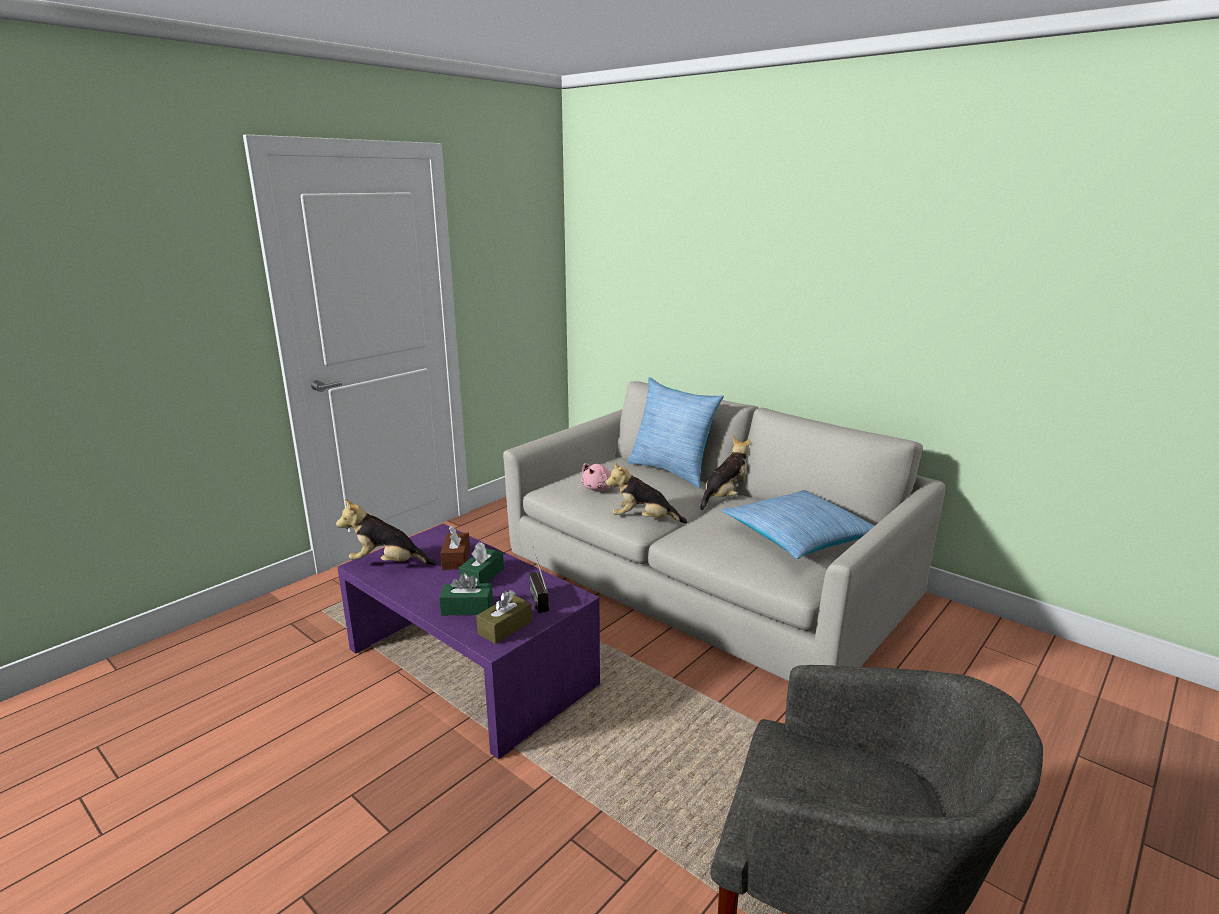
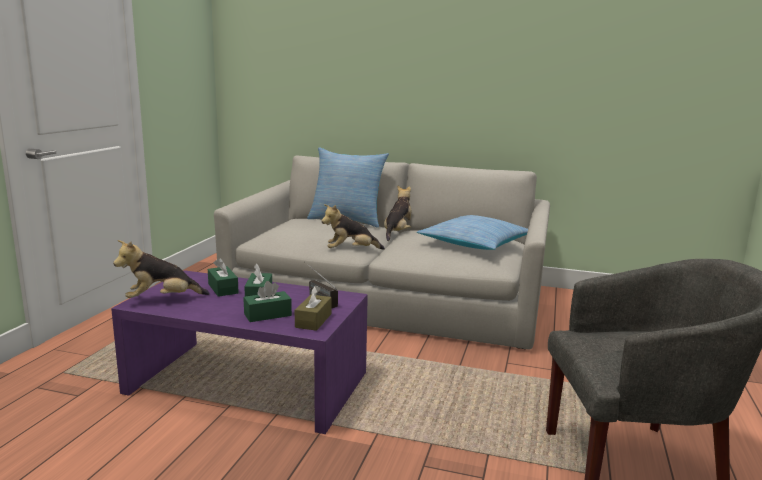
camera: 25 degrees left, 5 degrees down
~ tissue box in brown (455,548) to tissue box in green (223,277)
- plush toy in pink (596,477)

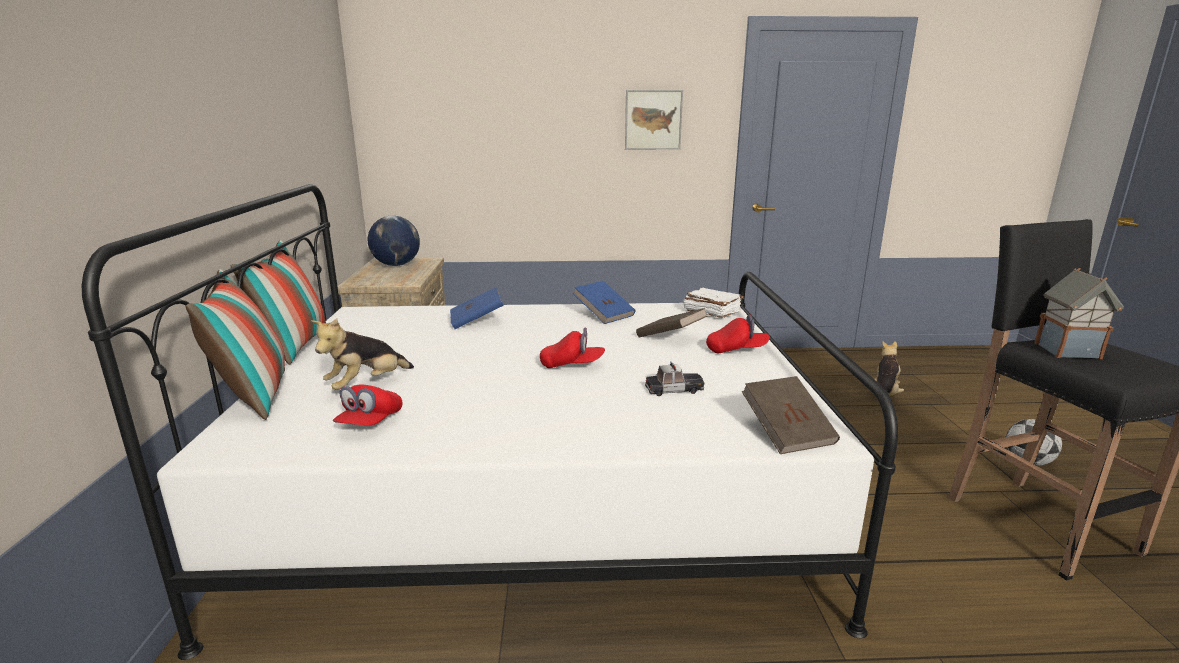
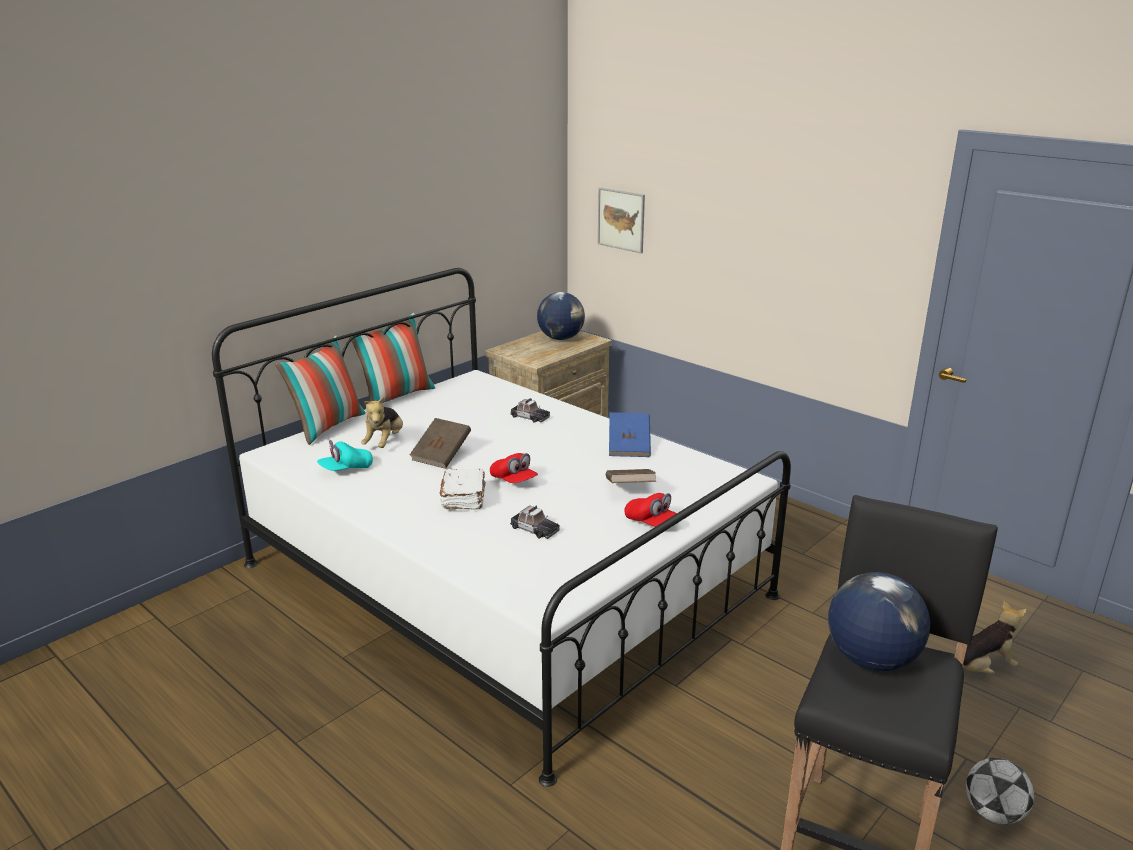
camera: 45 degrees right, 5 degrees up
~ cap in red (367,405) to cap in turquoise (345,455)
~ plush toy (362,354) = (382,422) 75 degrees counterclockwise
~ book in brown (791,415) to (440,443)
~ book in white (713,303) to (462,489)
~ book in blue (476,308) to toy car (530,410)
~ picture (654,120) to (621,220)
~ toy house (1079,313) to globe (879,621)

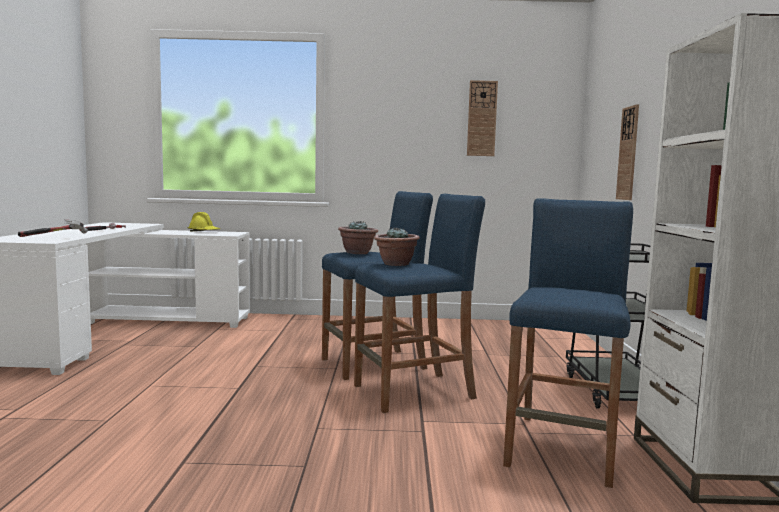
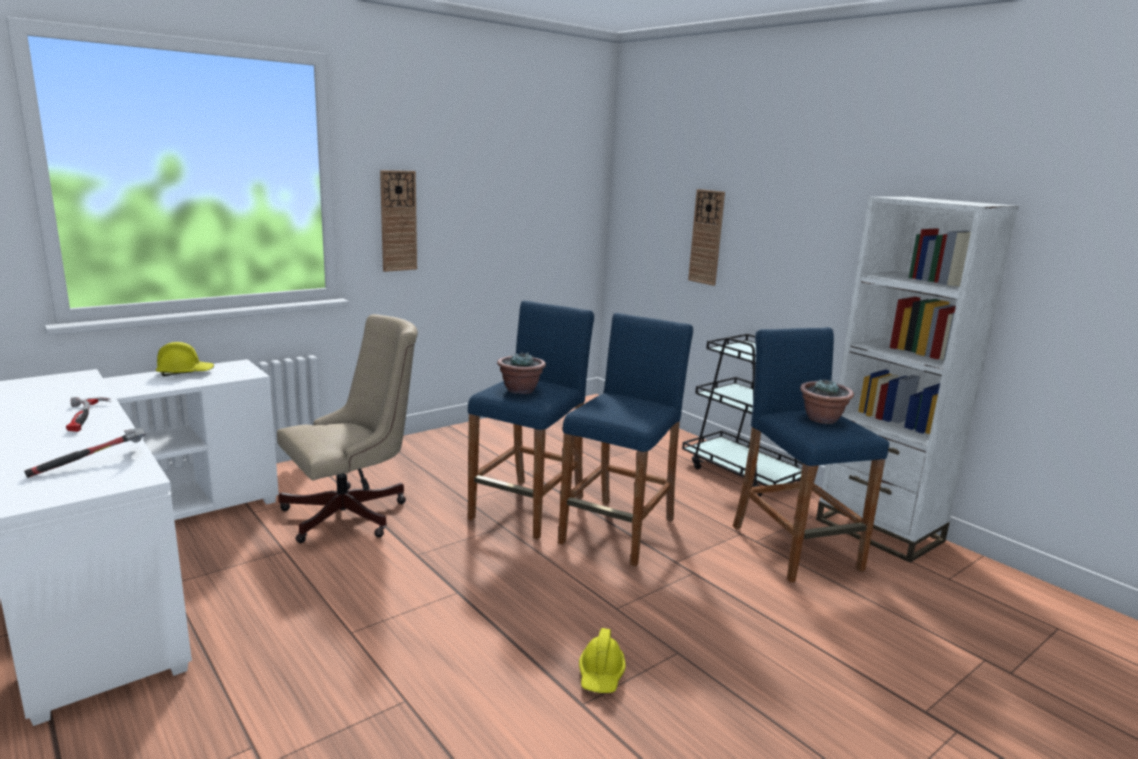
camera: 40 degrees left, 10 degrees up
+ office chair in beige (347,428)
~ wall clock (482,118) to (398,221)
+ hard hat in yellow (602,660)
~ potted plant (397,246) to (827,401)

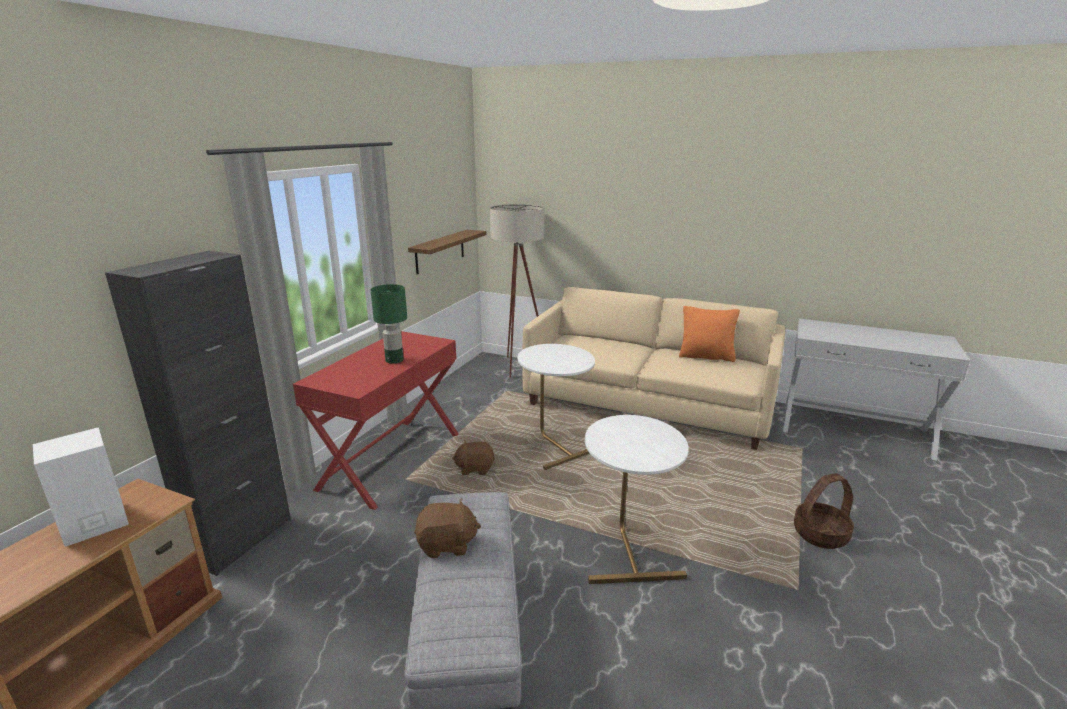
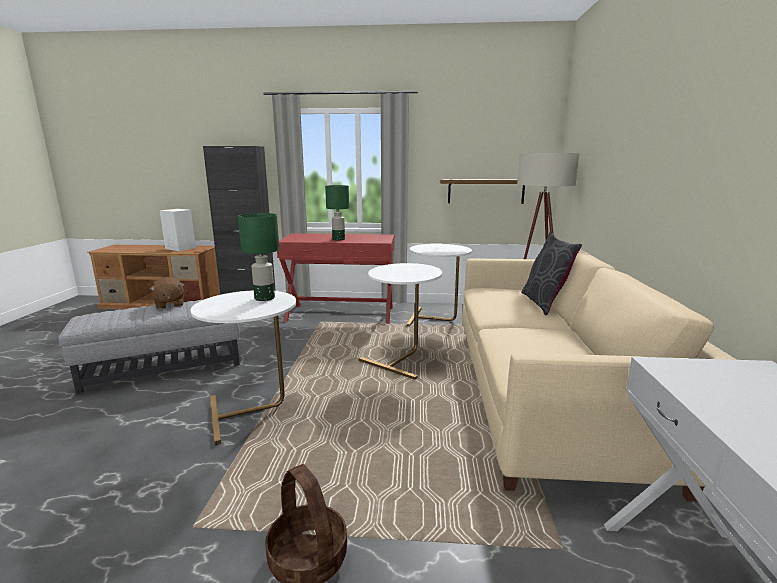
camera: 70 degrees right, 5 degrees down
+ table lamp in green (258,257)
+ side table in white (439,285)
+ pillow in grey (552,273)
- plush toy in brown (473,458)
- pillow in orange (709,334)

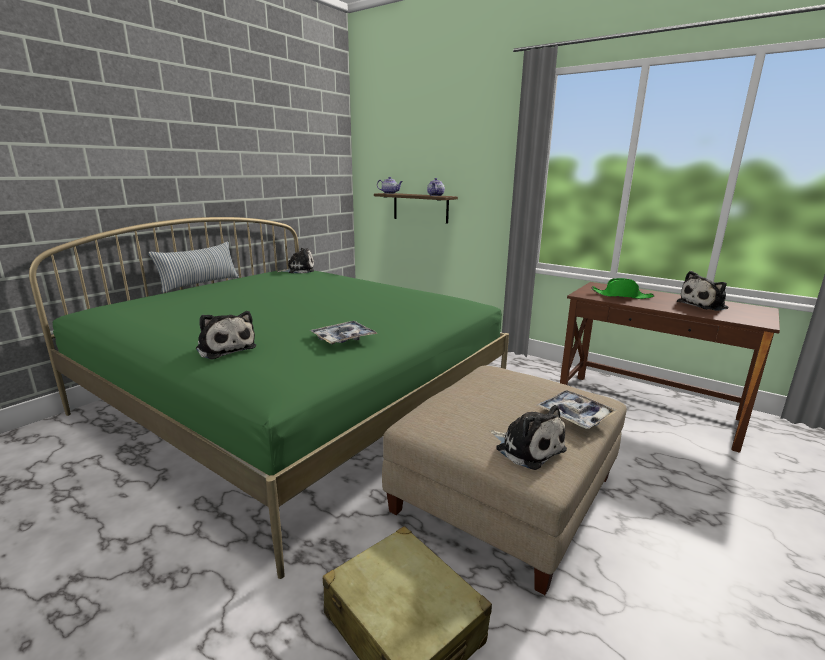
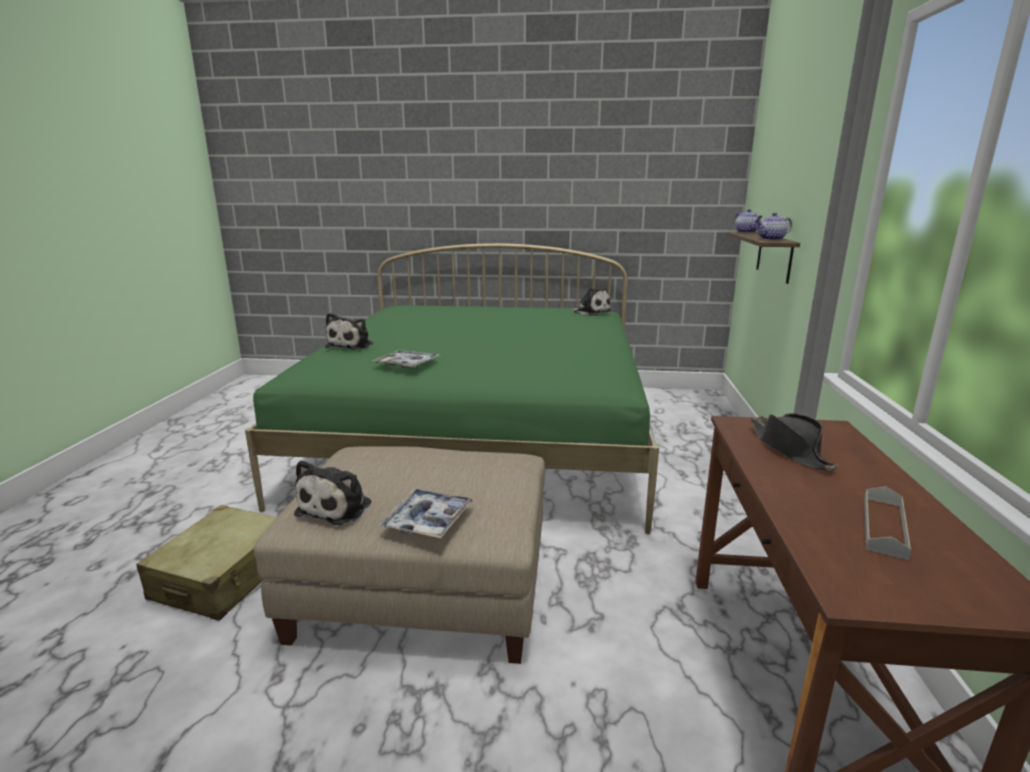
camera: 60 degrees right, 0 degrees up
~ hat in green (623,288) to hat in black (794,441)
~ plush toy (703,291) to tray in grey (887,523)
- pillow (194,267)

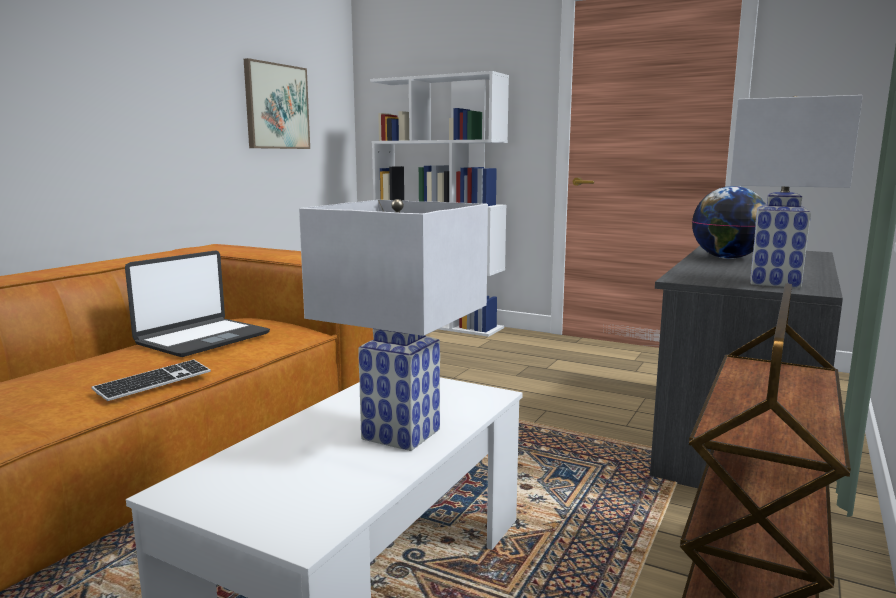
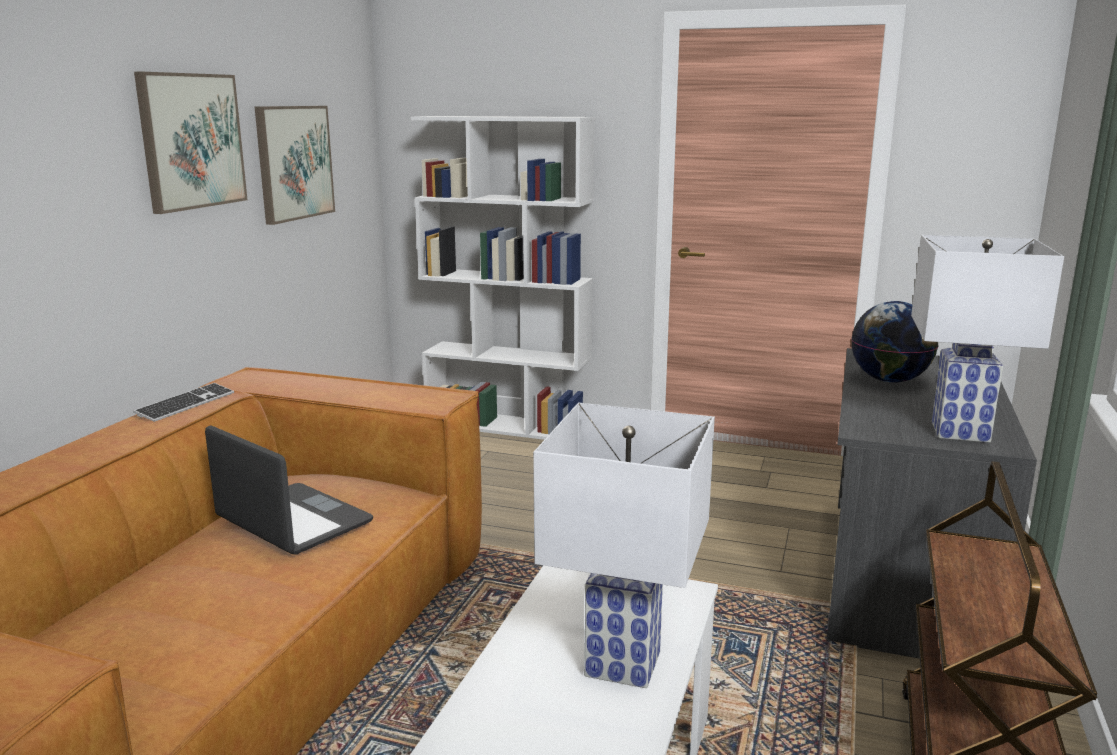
camera: 10 degrees left, 5 degrees up
~ keyboard (151,380) to (183,402)
+ picture (190,143)
~ laptop (197,303) = (289,490) 75 degrees counterclockwise

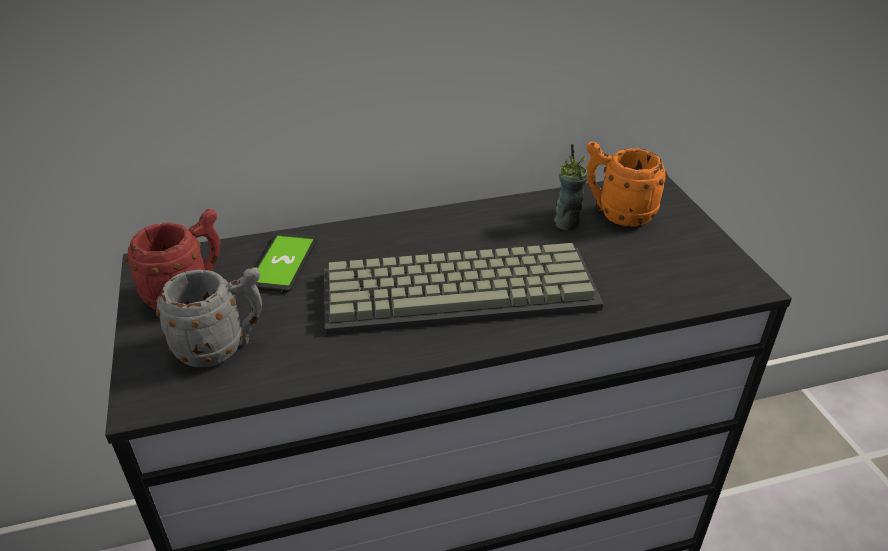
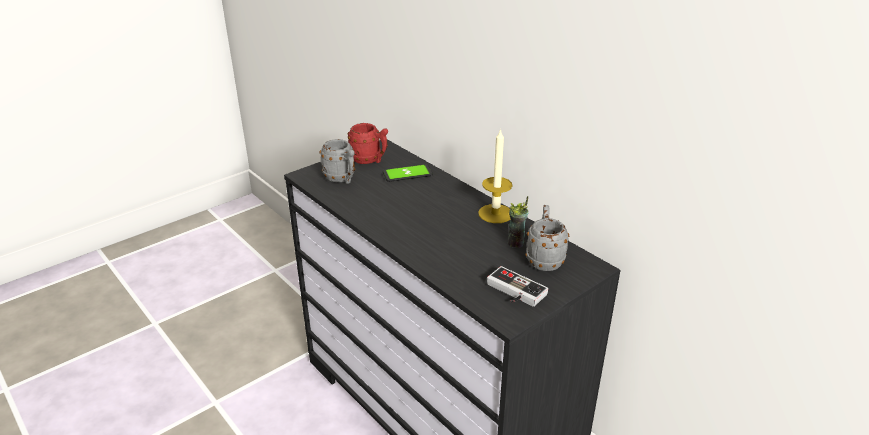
camera: 65 degrees right, 5 degrees down
+ candle (495,175)
+ game controller (517,286)
~ mug in orange (626,184) to mug in grey (547,238)
- keyboard (463,289)

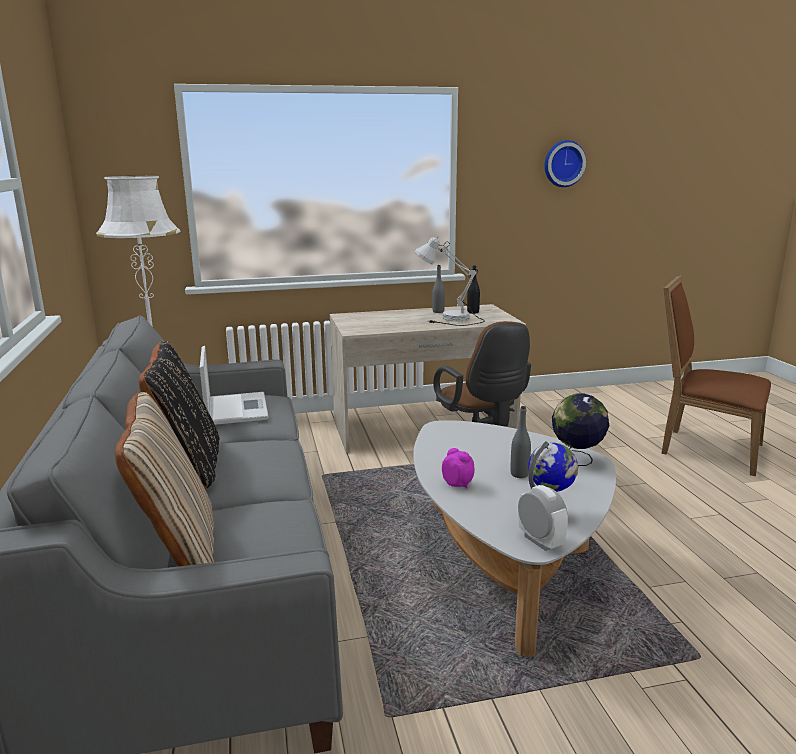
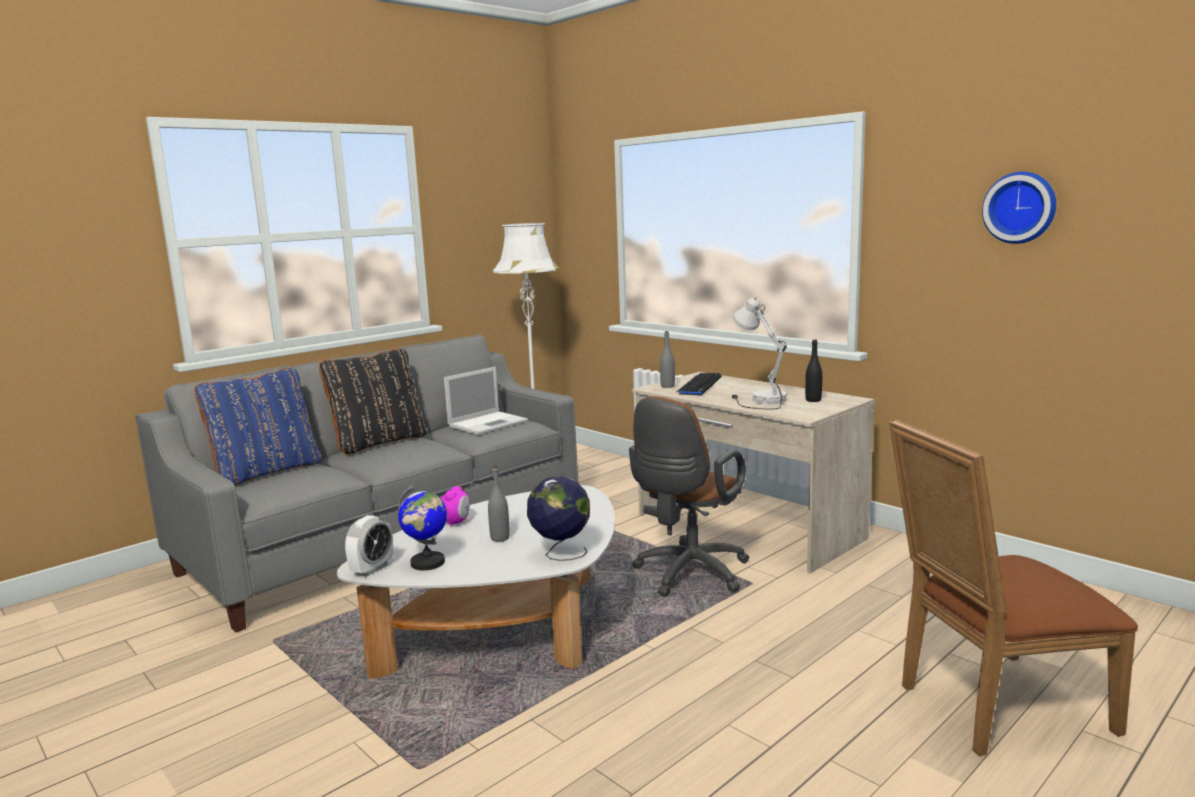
camera: 60 degrees right, 5 degrees down
~ pillow in beige (164,479) to pillow in blue (258,427)
~ bottle in grey (438,289) to (667,359)
+ keyboard (698,384)
~ chair in brown (716,376) = (1013,588) 105 degrees counterclockwise

